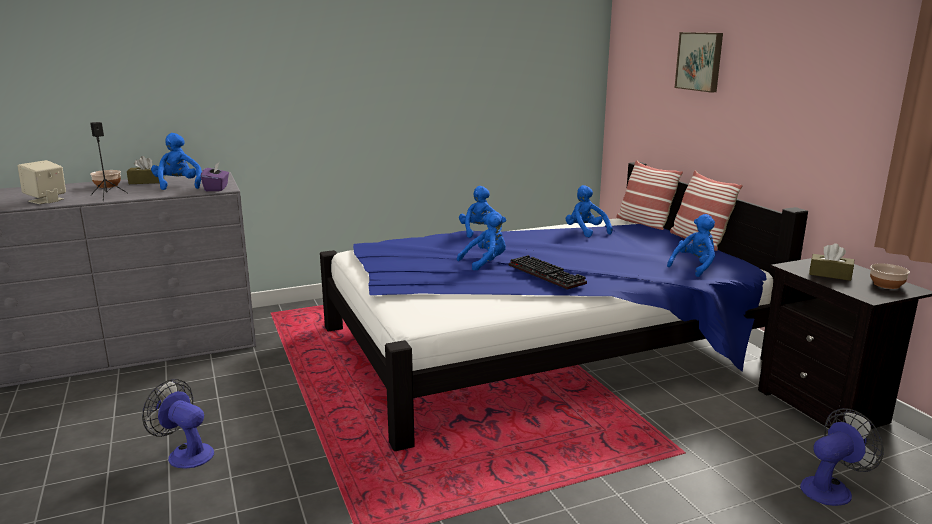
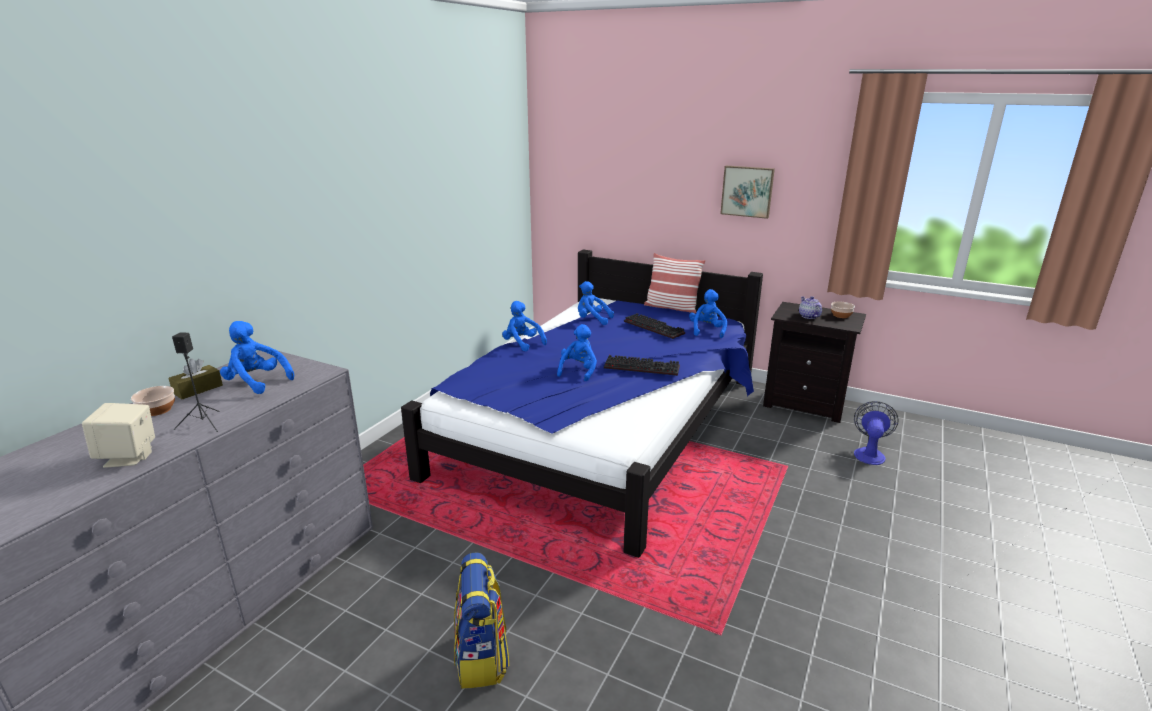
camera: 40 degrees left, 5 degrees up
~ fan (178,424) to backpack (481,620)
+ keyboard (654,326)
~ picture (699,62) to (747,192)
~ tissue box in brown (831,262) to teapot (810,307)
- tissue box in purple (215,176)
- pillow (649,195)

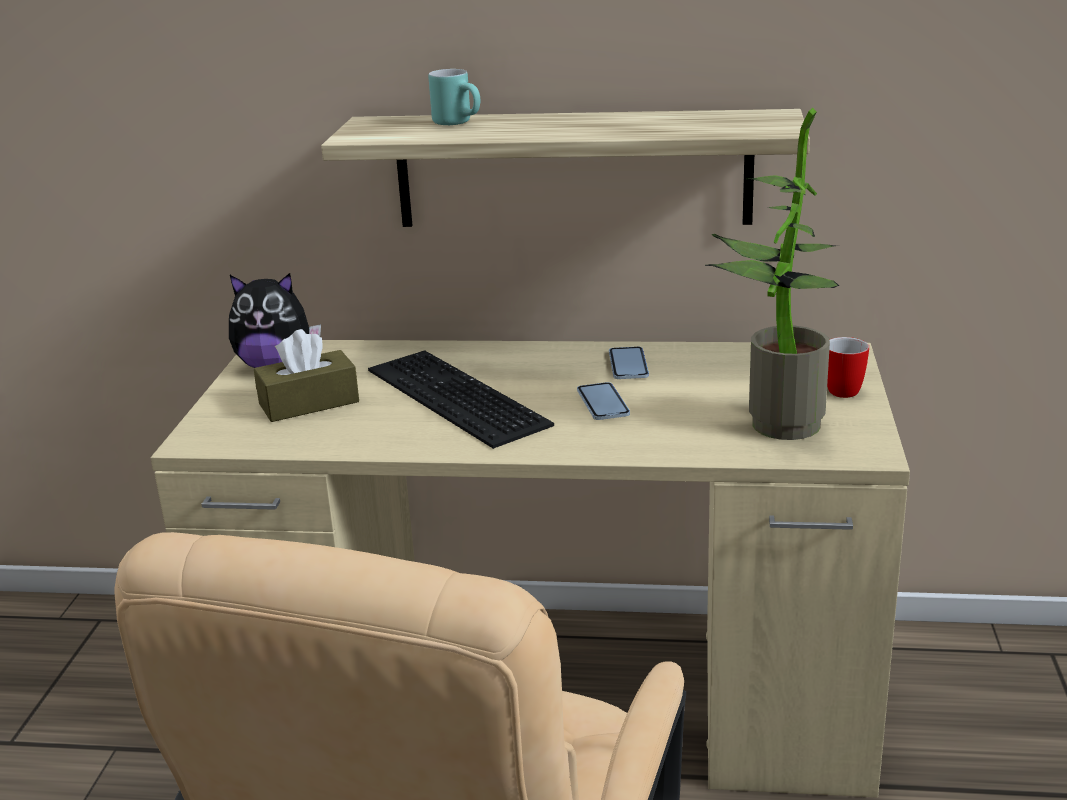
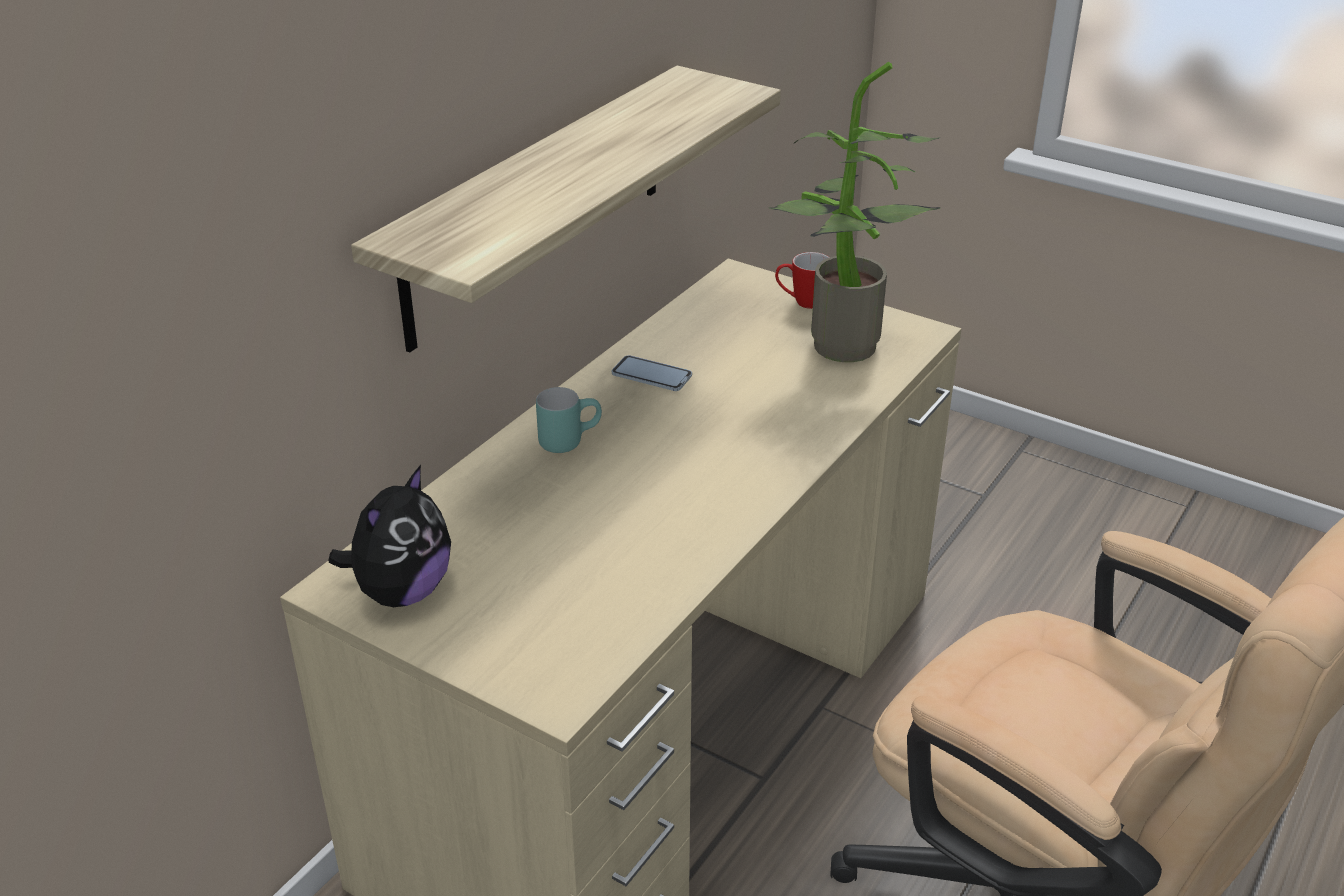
camera: 65 degrees left, 10 degrees up
~ mug in turquoise (454,97) to (569,420)
- tissue box in brown (306,375)
- keyboard (461,399)
- phone (603,401)

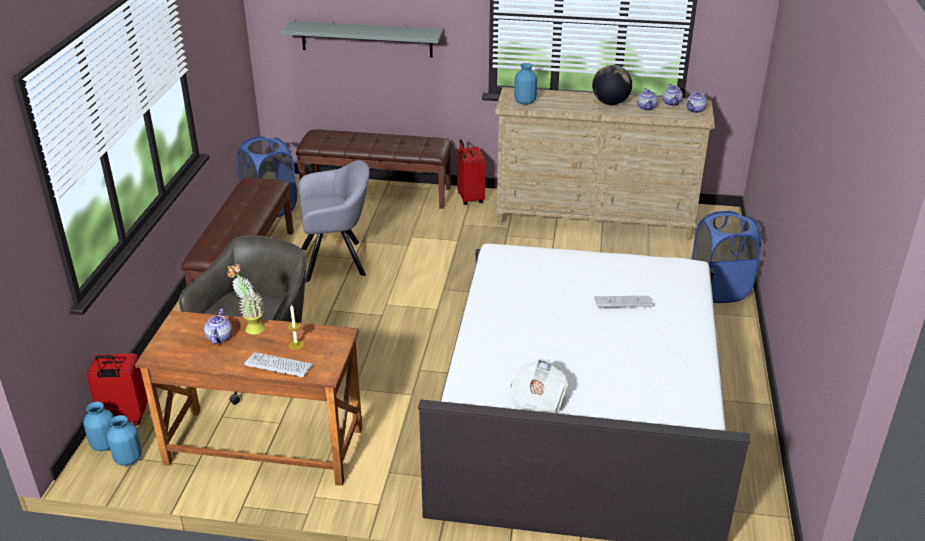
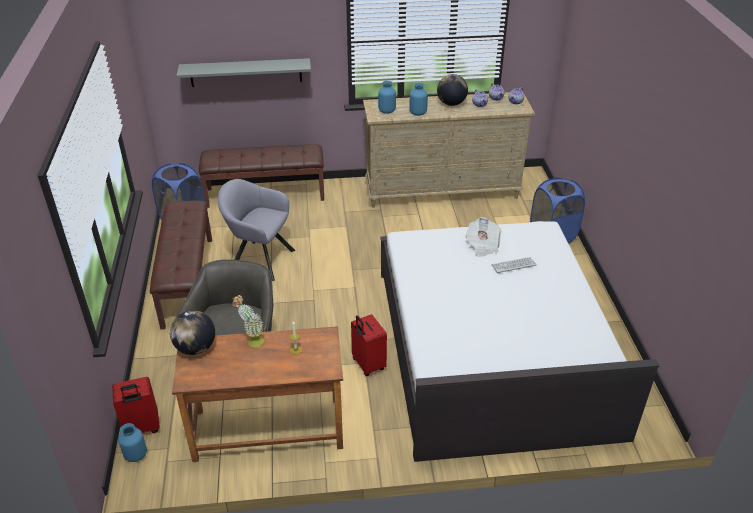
camera: 15 degrees left, 5 degrees up
+ globe (192,332)
~ armchair in grey (334,221) = (256,230) 135 degrees counterclockwise
~ suitcase in red (471,172) to (369,345)
~ vase in blue (124,440) to (418,99)
~ newspaper (539,386) to (484,237)
- teapot (218,327)
- keyboard (278,364)

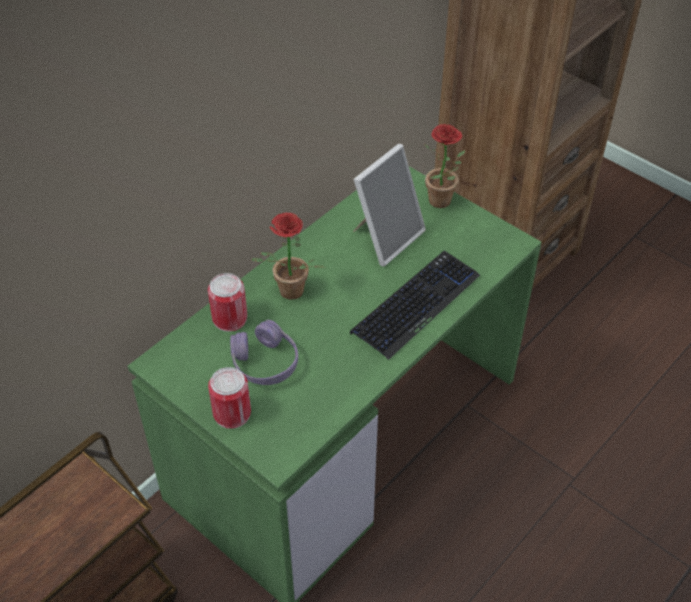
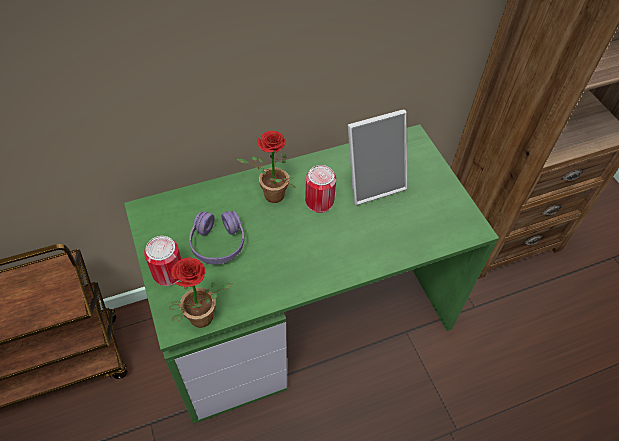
camera: 25 degrees right, 5 degrees up
~ potted plant (444,166) to (200,292)
~ can (227,302) to (320,189)
- keyboard (415,305)

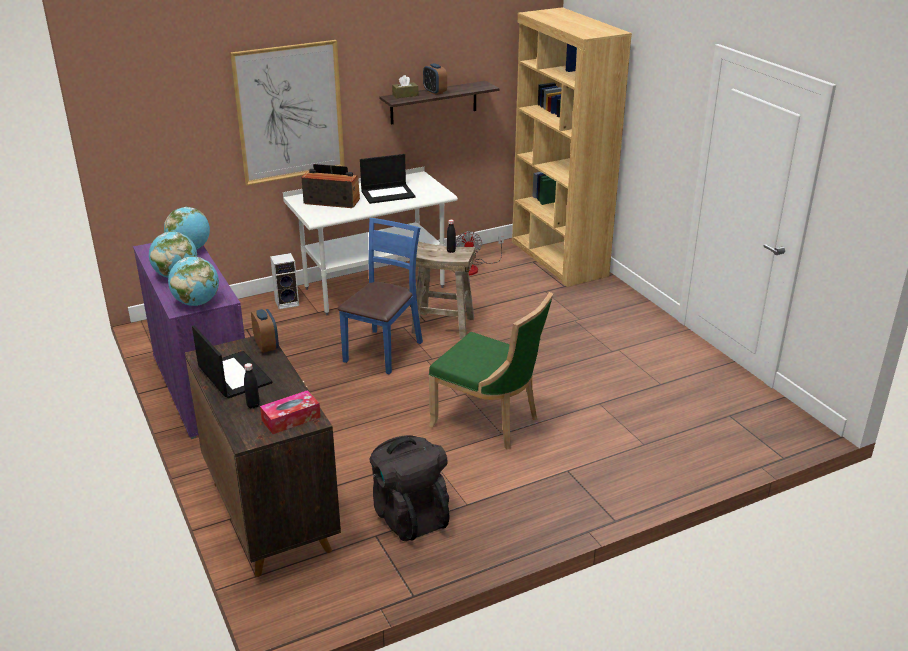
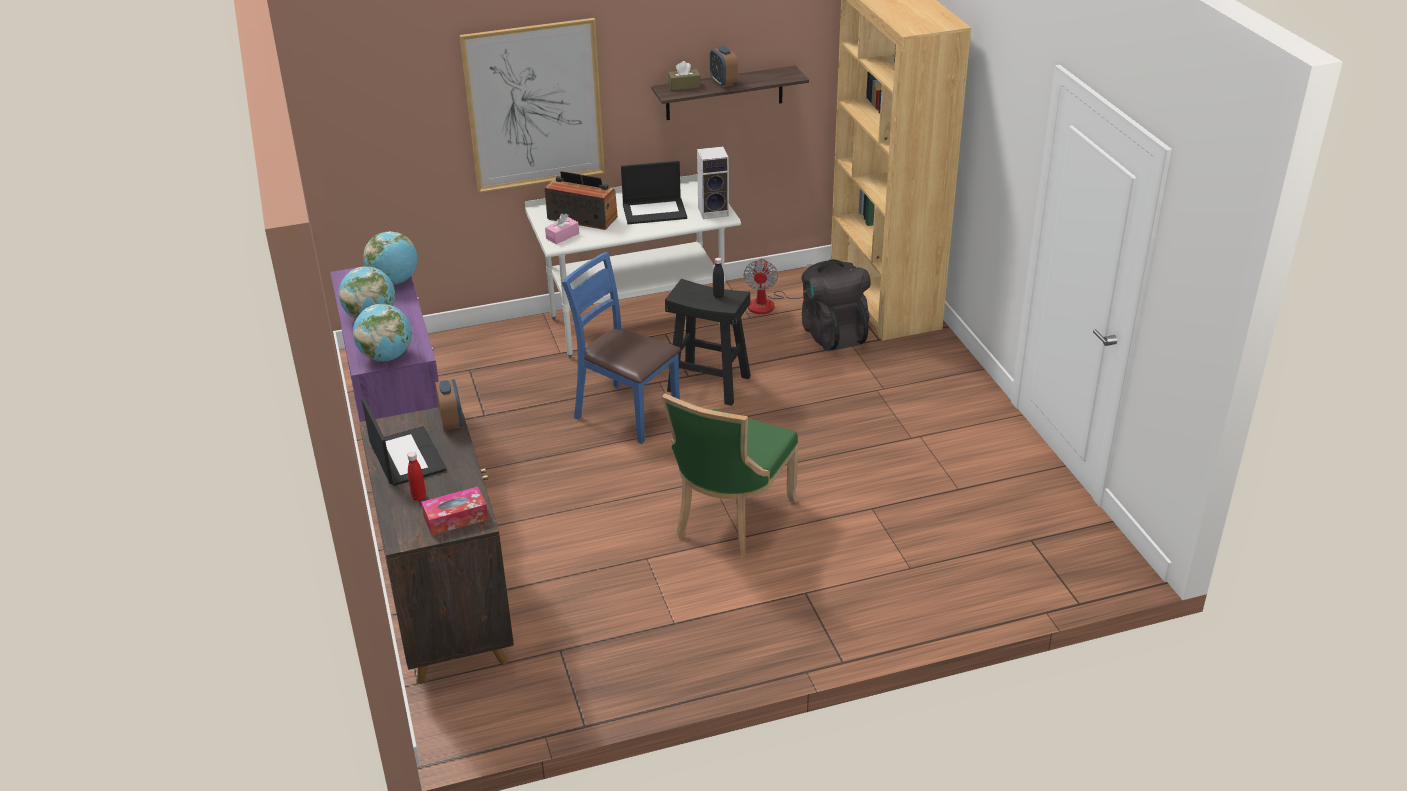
camera: 10 degrees right, 5 degrees up
~ bottle in black (252,386) to bottle in red (417,476)
+ tissue box in pink (562,228)
~ chair in blue (380,296) = (621,348) 90 degrees counterclockwise
~ chair in green (491,371) = (730,476) 75 degrees clockwise
~ stool in beige (443,290) to stool in black (708,342)
~ speaker (284,281) to (713,182)
~ backpack in black (409,488) to (836,305)

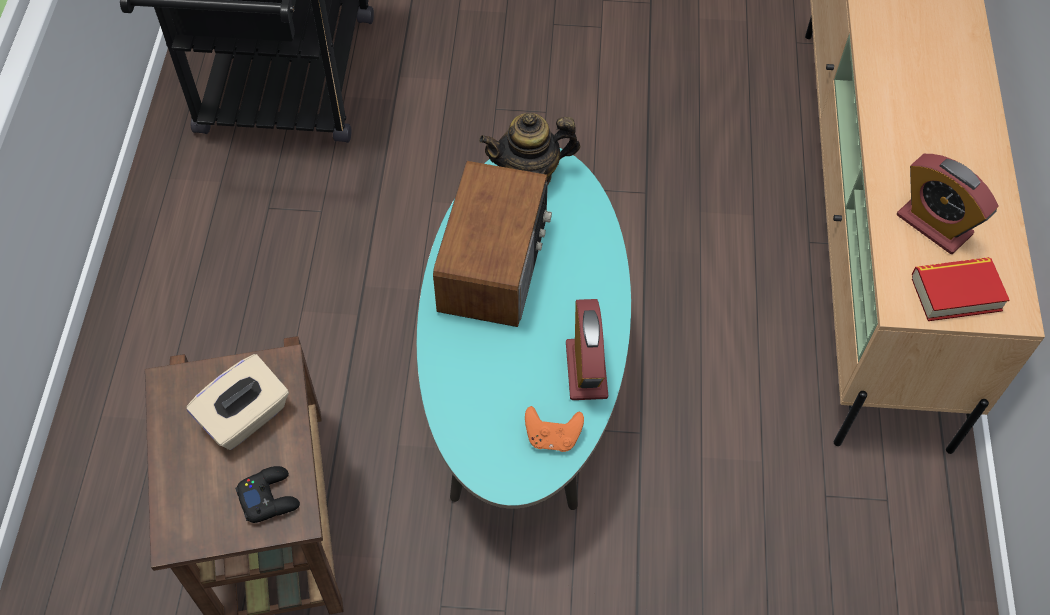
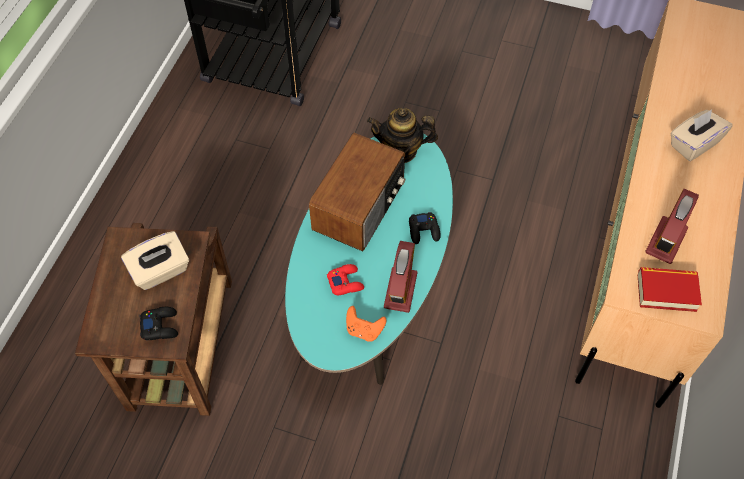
camera: 15 degrees right, 0 degrees up
+ game controller in red (345,279)
+ game controller in black (425,228)
~ alarm clock (948,204) = (672,226) 60 degrees clockwise
+ tissue box in beige (701,135)

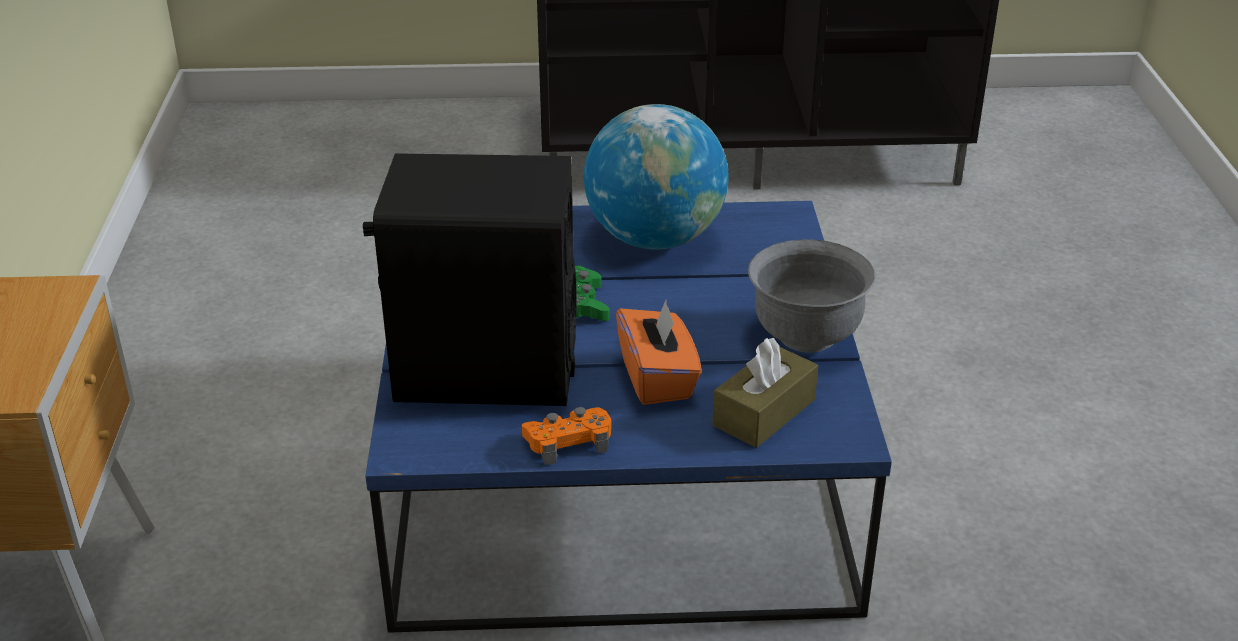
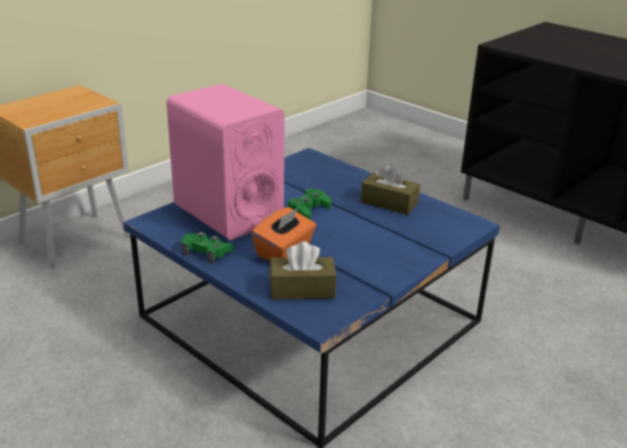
camera: 45 degrees right, 5 degrees down
~ speaker in black (470,279) to speaker in pink (225,162)
~ game controller in orange (566,436) to game controller in green (207,248)
~ globe (656,177) to tissue box in brown (390,189)
- bowl in grey (812,295)

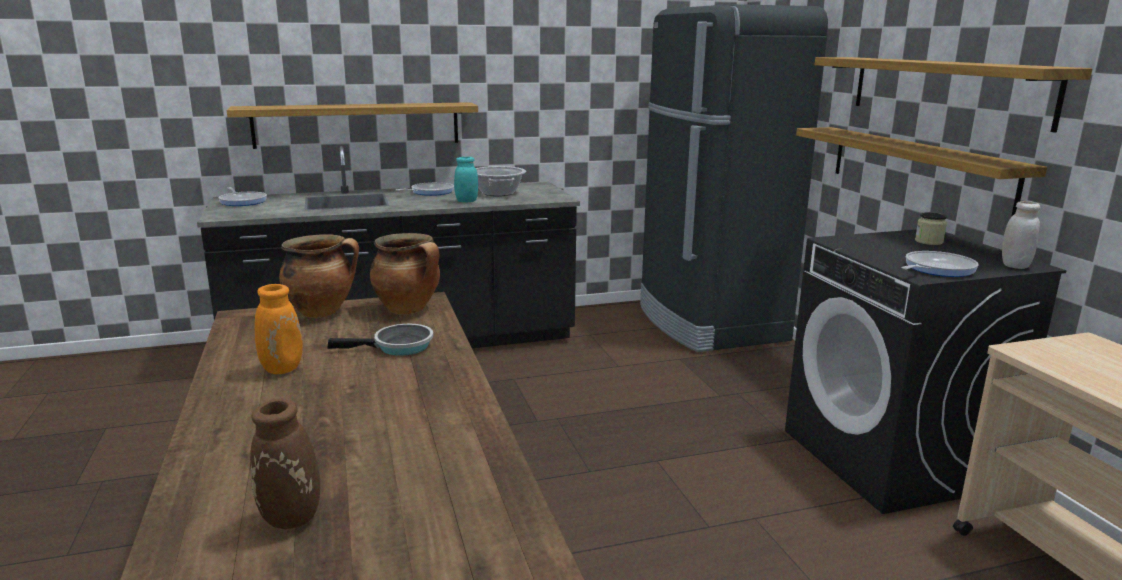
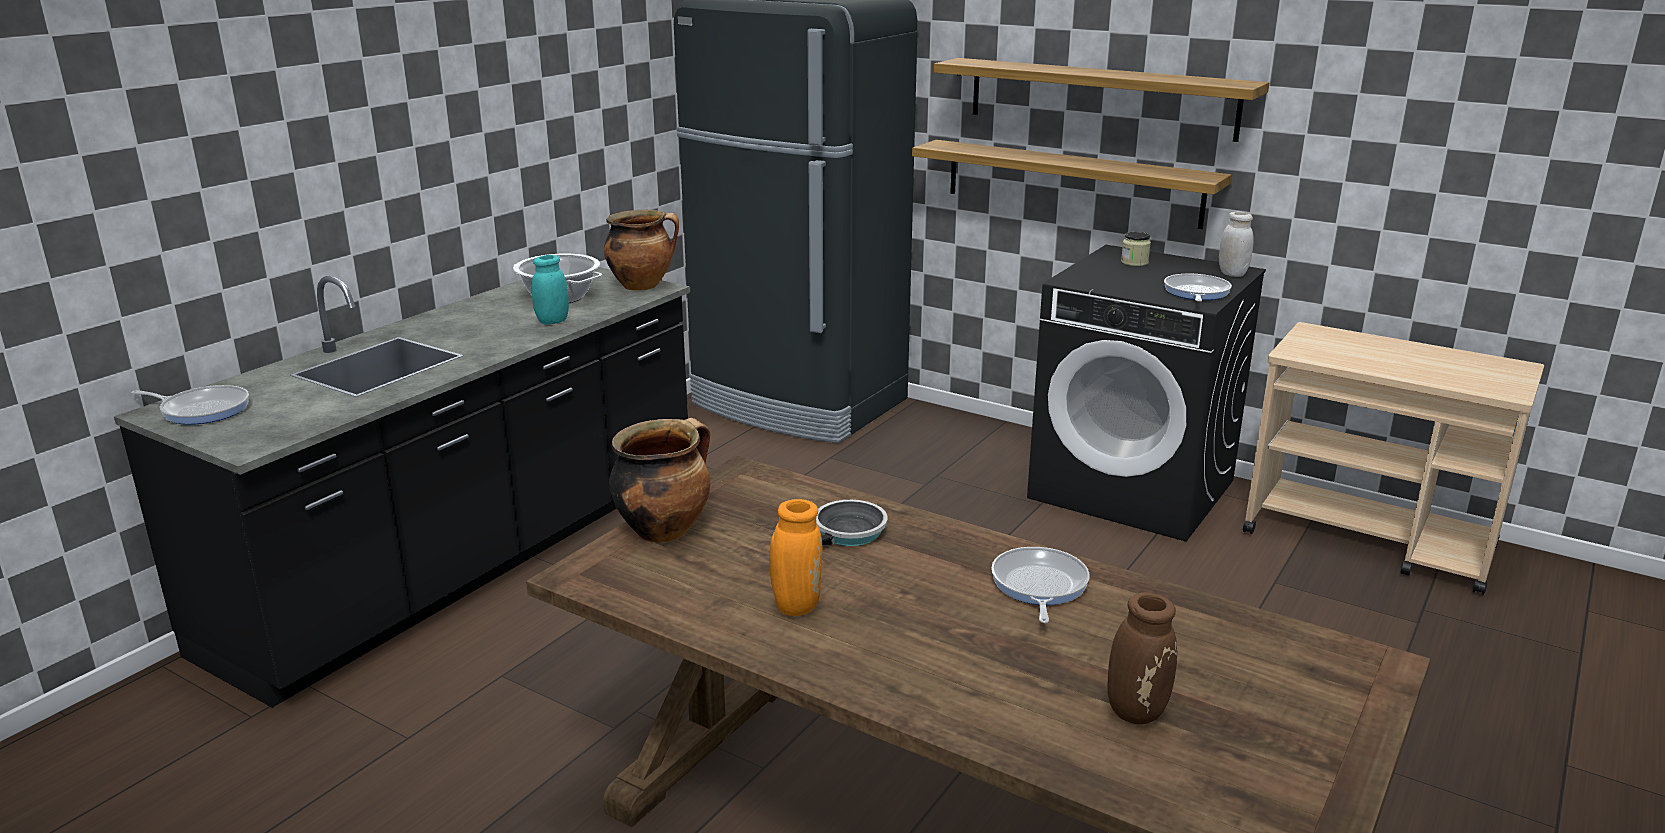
camera: 40 degrees left, 5 degrees up
~ cooking pot (405,273) to (641,250)
~ frying pan (424,189) to (1040,585)
- shelf (352,125)

